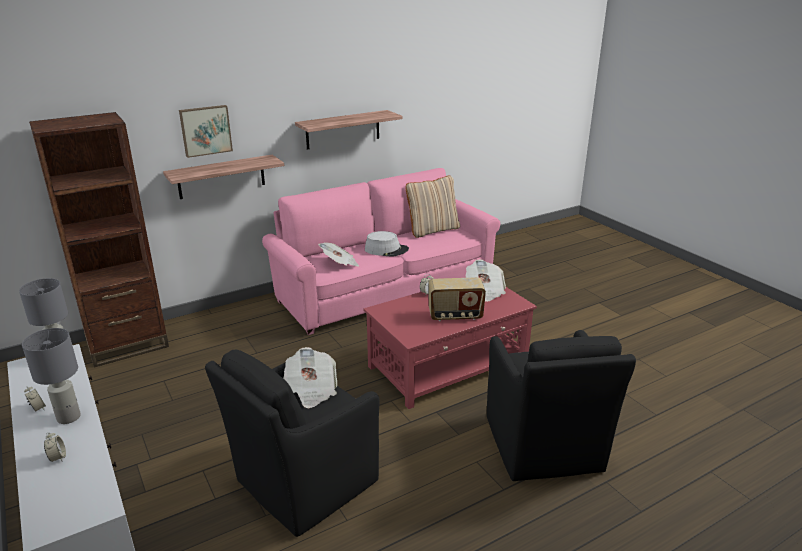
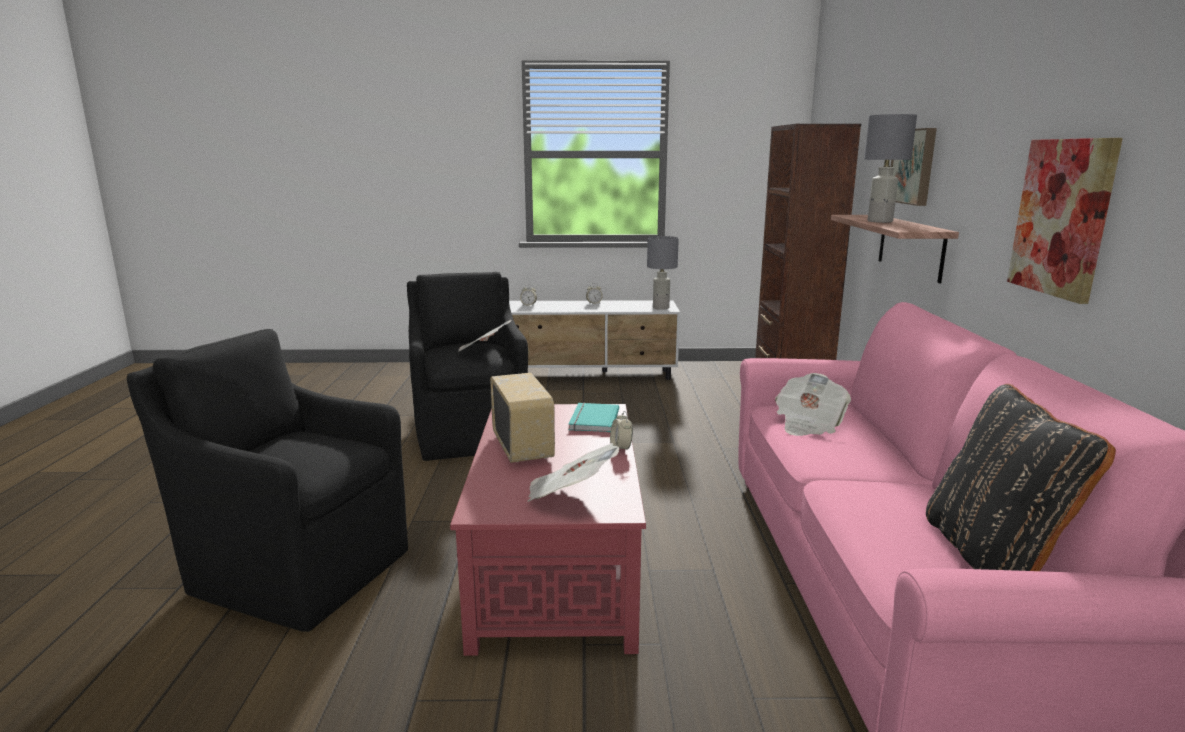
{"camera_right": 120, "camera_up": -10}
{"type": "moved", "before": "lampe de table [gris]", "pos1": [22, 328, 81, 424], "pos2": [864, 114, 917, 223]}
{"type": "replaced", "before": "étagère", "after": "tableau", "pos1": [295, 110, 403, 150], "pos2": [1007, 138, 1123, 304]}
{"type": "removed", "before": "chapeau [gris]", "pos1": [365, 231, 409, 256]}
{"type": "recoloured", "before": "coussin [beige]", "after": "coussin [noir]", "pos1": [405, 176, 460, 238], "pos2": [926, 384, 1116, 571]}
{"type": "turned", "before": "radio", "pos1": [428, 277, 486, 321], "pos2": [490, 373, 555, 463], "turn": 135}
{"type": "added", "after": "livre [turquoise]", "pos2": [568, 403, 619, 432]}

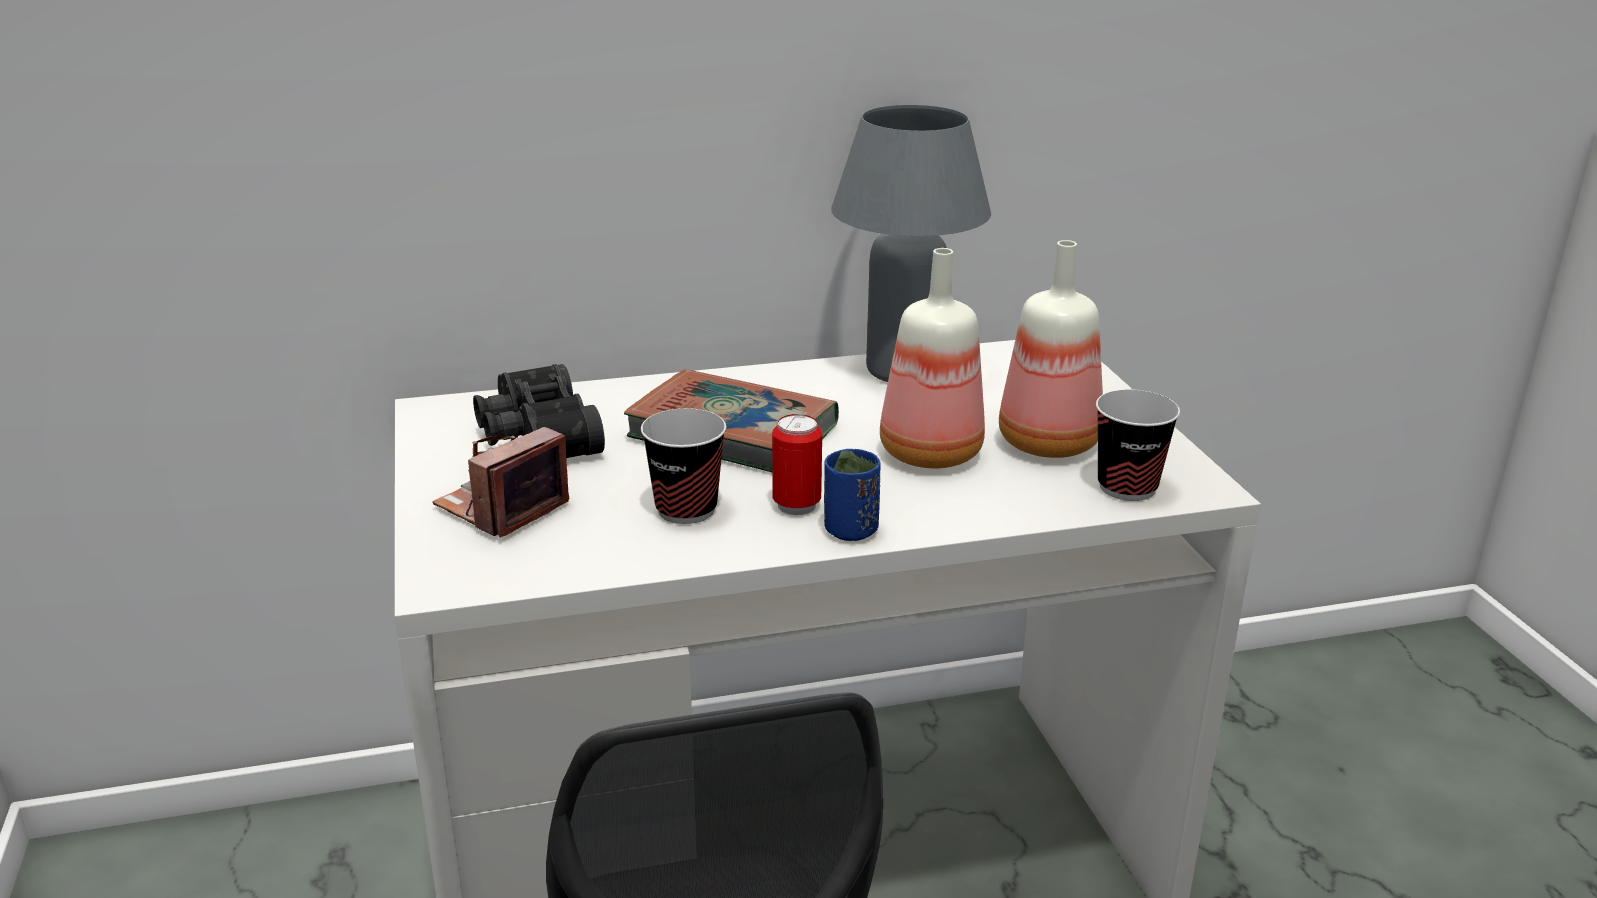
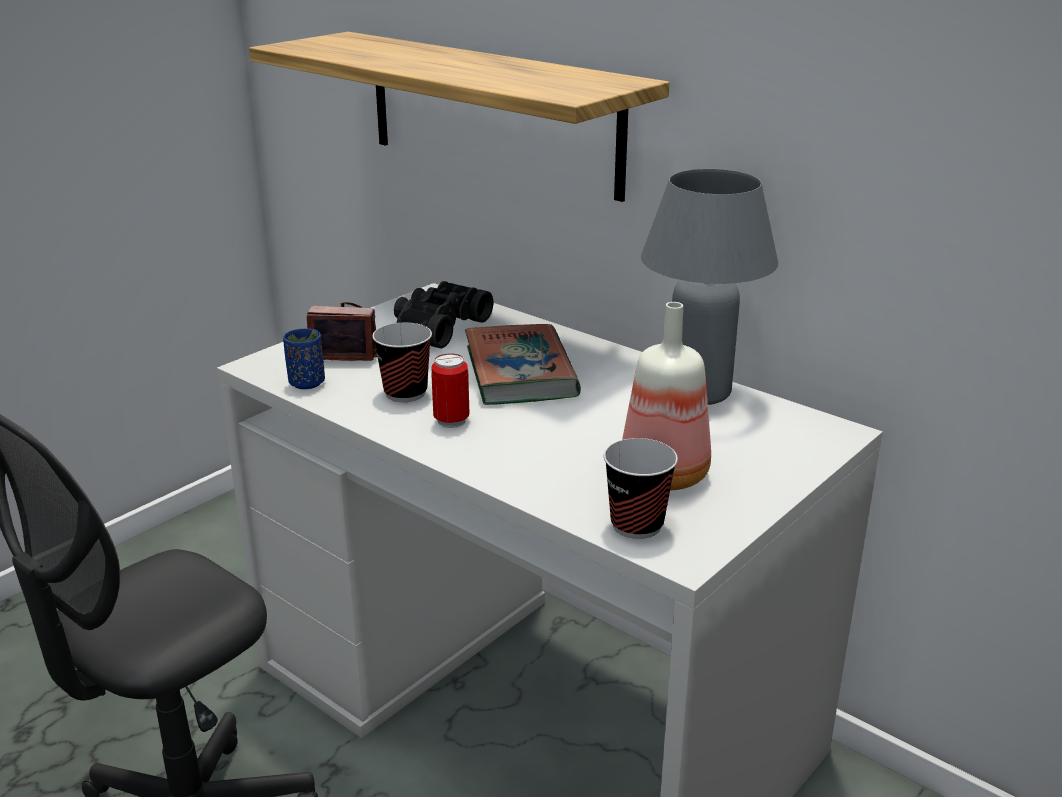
{"camera_right": 55, "camera_up": 0}
{"type": "moved", "before": "tasse [bleu]", "pos1": [824, 449, 881, 541], "pos2": [283, 328, 325, 389]}
{"type": "removed", "before": "bouteille", "pos1": [880, 248, 985, 468]}
{"type": "added", "after": "étagère", "pos2": [249, 32, 670, 202]}

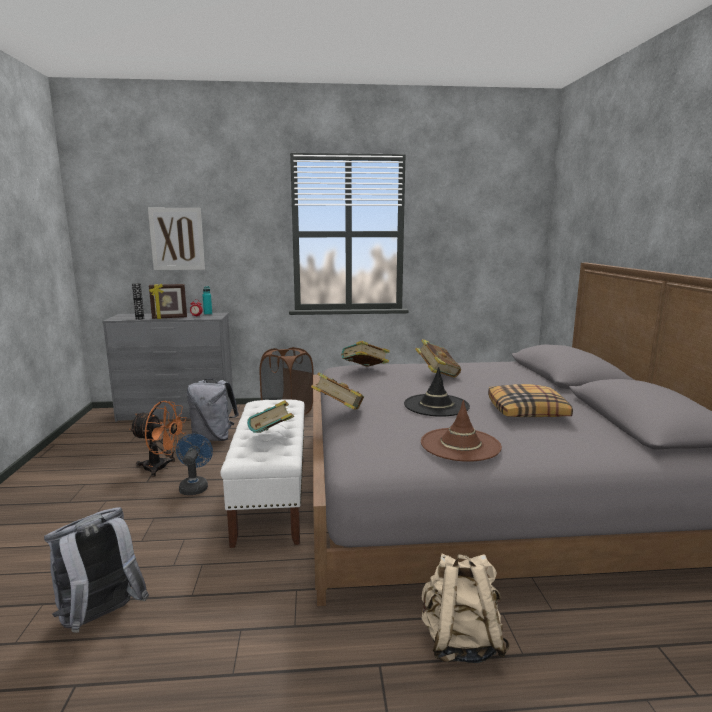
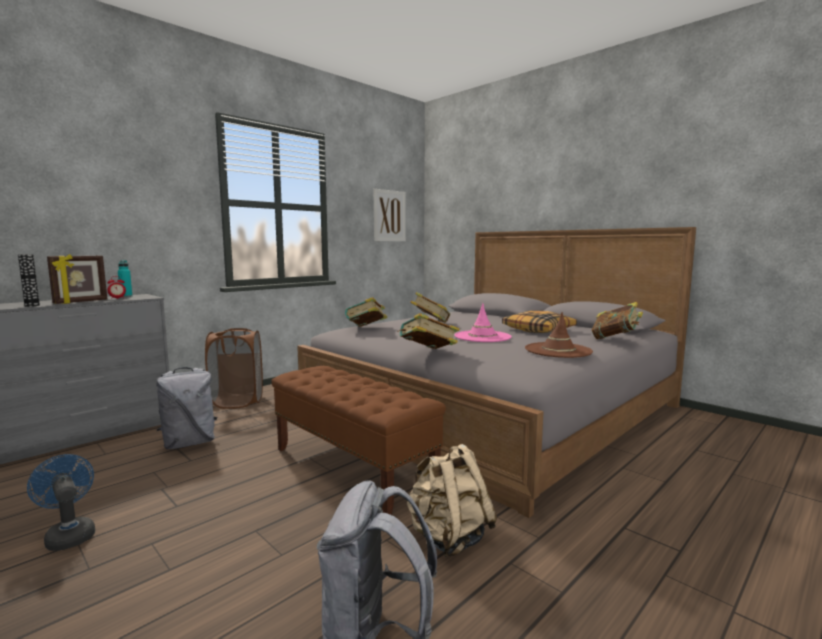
{"camera_right": -40, "camera_up": -5}
{"type": "removed", "before": "ventilateur [orange]", "pos1": [129, 401, 187, 477]}
{"type": "moved", "before": "tableau", "pos1": [148, 208, 205, 270], "pos2": [374, 189, 406, 241]}
{"type": "moved", "before": "ventilateur [bleu]", "pos1": [176, 434, 213, 495], "pos2": [27, 454, 95, 551]}
{"type": "recoloured", "before": "banc [blanc]", "after": "banc [marron]", "pos1": [220, 399, 305, 548], "pos2": [271, 366, 446, 515]}
{"type": "moved", "before": "livre", "pos1": [247, 400, 294, 433], "pos2": [592, 302, 643, 339]}
{"type": "recoloured", "before": "chapeau [noir]", "after": "chapeau [rose]", "pos1": [404, 367, 470, 417], "pos2": [455, 303, 512, 342]}
{"type": "moved", "before": "sac à dos [beige]", "pos1": [422, 554, 510, 663], "pos2": [406, 444, 497, 557]}

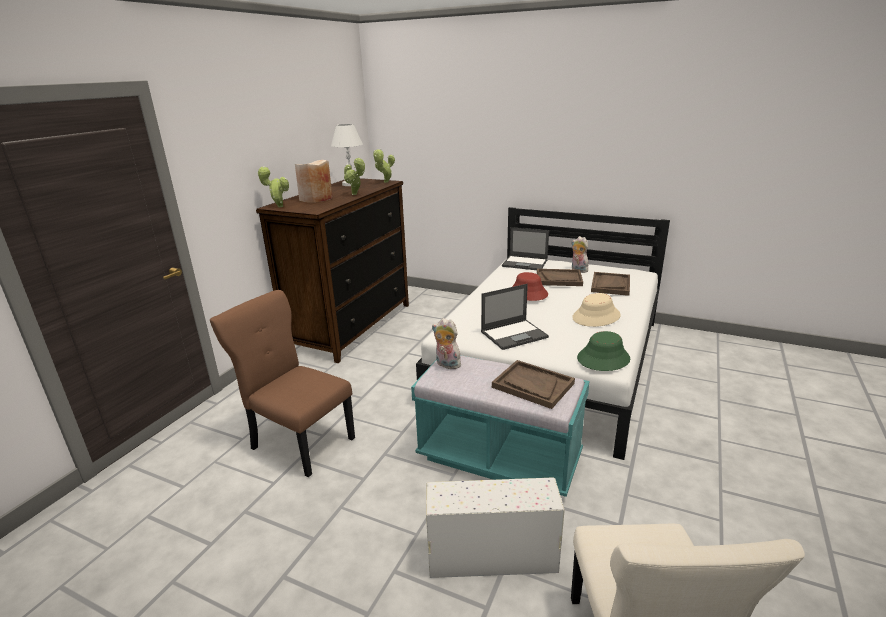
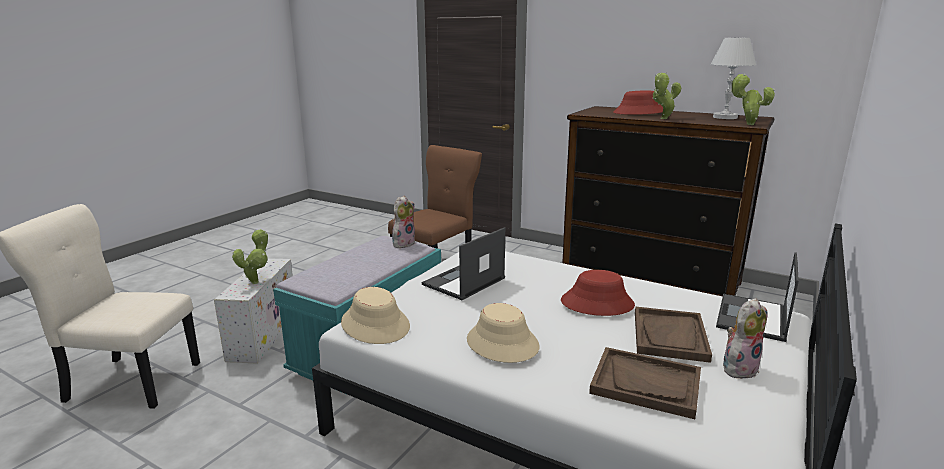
{"camera_right": 95, "camera_up": -5}
{"type": "moved", "before": "plante en pot", "pos1": [257, 166, 289, 207], "pos2": [232, 229, 268, 284]}
{"type": "replaced", "before": "vase [beige]", "after": "chapeau [rouge]", "pos1": [295, 160, 332, 202], "pos2": [613, 90, 663, 115]}
{"type": "turned", "before": "ordinateur portable", "pos1": [481, 284, 549, 350], "pos2": [422, 227, 505, 300], "turn": 60}
{"type": "removed", "before": "plateau [marron]", "pos1": [492, 360, 575, 409]}
{"type": "recoloured", "before": "chapeau [vert]", "after": "chapeau [beige]", "pos1": [577, 331, 630, 371], "pos2": [341, 287, 410, 344]}

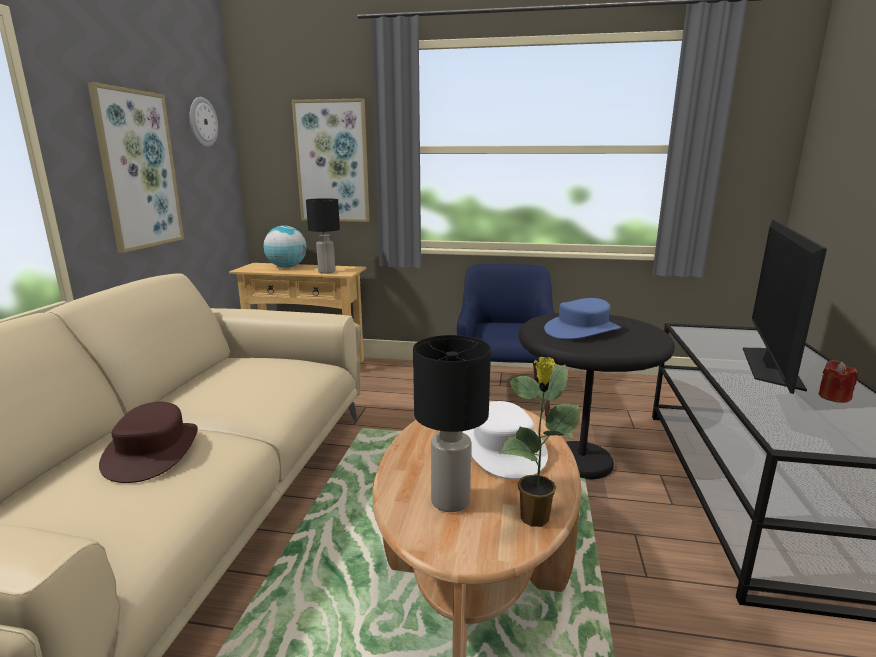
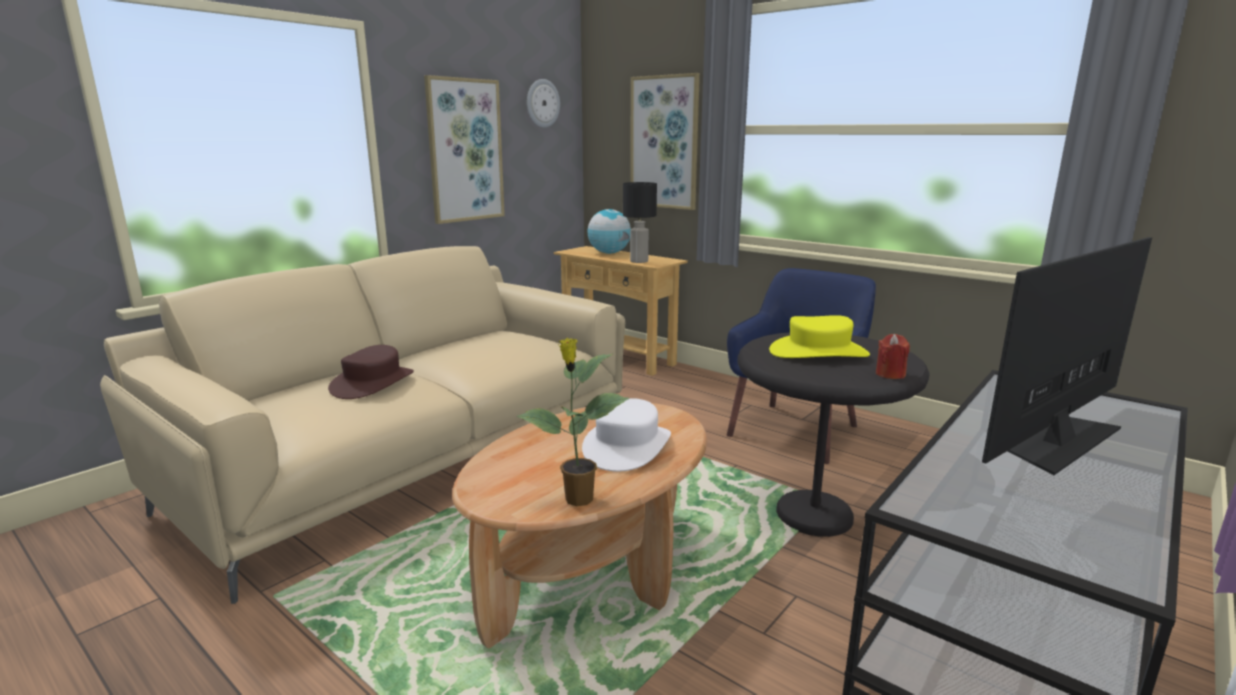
{"camera_right": 30, "camera_up": 0}
{"type": "removed", "before": "lampe de table [noir]", "pos1": [413, 335, 491, 512]}
{"type": "recoloured", "before": "chapeau [bleu]", "after": "chapeau [jaune]", "pos1": [544, 298, 621, 339], "pos2": [769, 315, 870, 358]}
{"type": "moved", "before": "bougie [rouge]", "pos1": [819, 360, 858, 403], "pos2": [876, 334, 910, 379]}

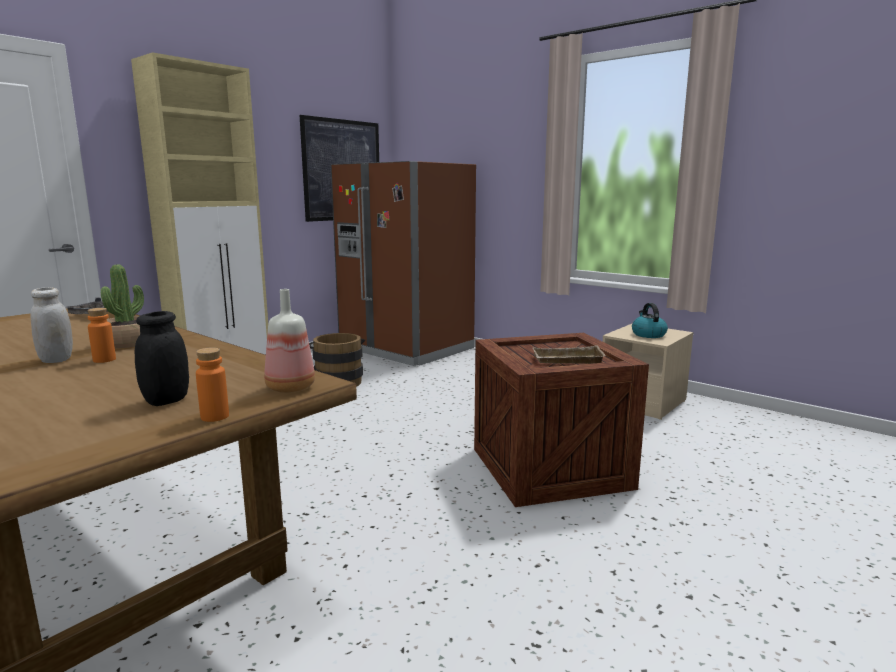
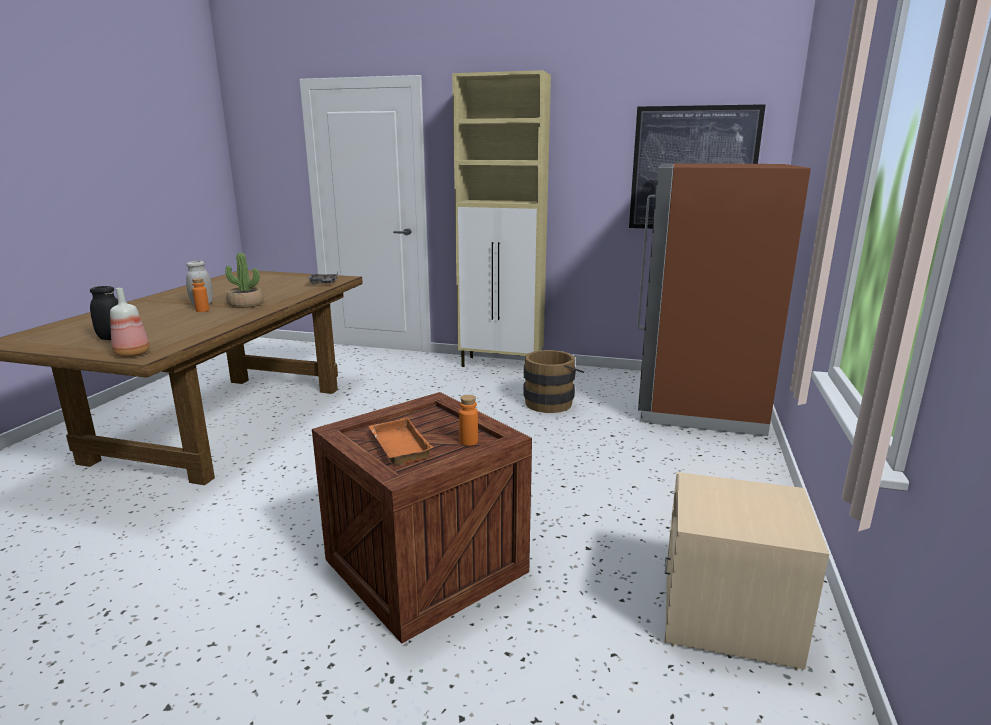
{"camera_right": 65, "camera_up": 5}
{"type": "moved", "before": "bouteille [orange]", "pos1": [196, 347, 229, 422], "pos2": [459, 395, 478, 446]}
{"type": "recoloured", "before": "plateau [beige]", "after": "plateau [orange]", "pos1": [532, 345, 606, 364], "pos2": [368, 418, 434, 465]}
{"type": "removed", "before": "bouilloire", "pos1": [632, 303, 668, 338]}

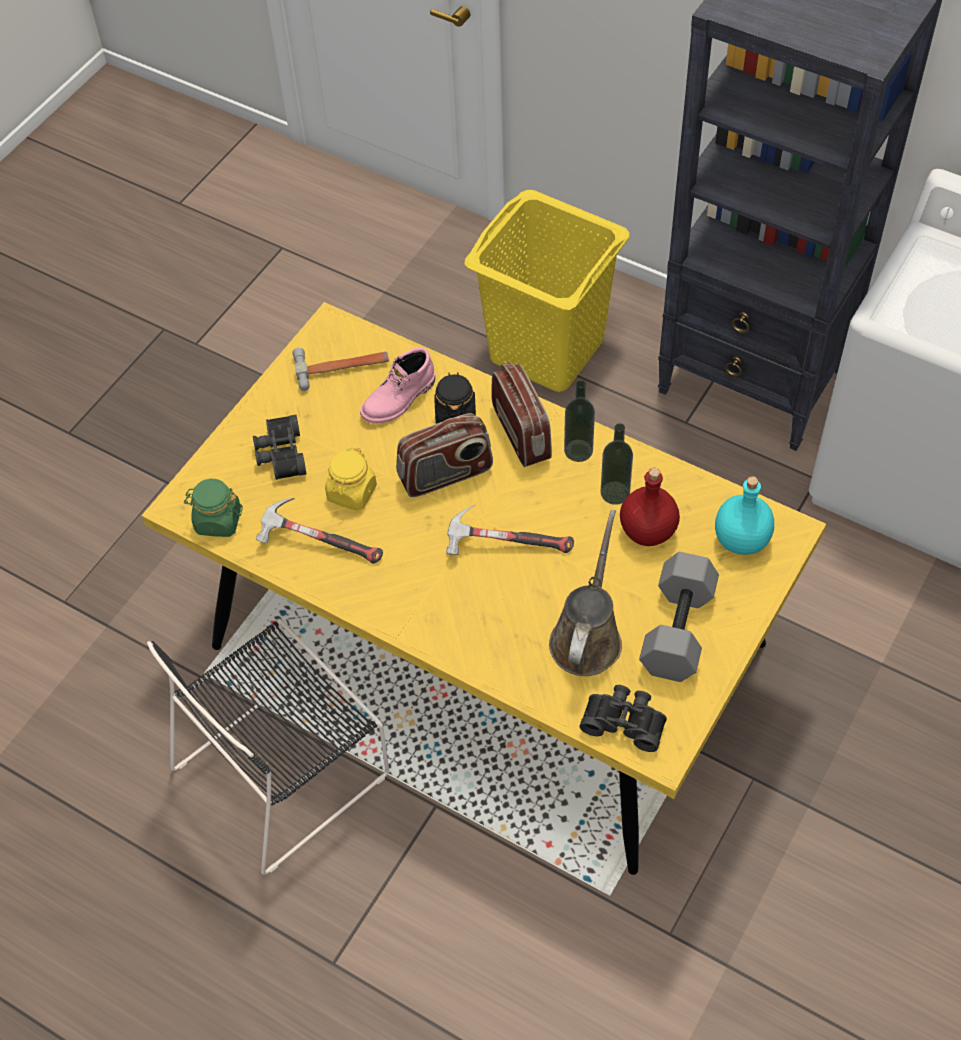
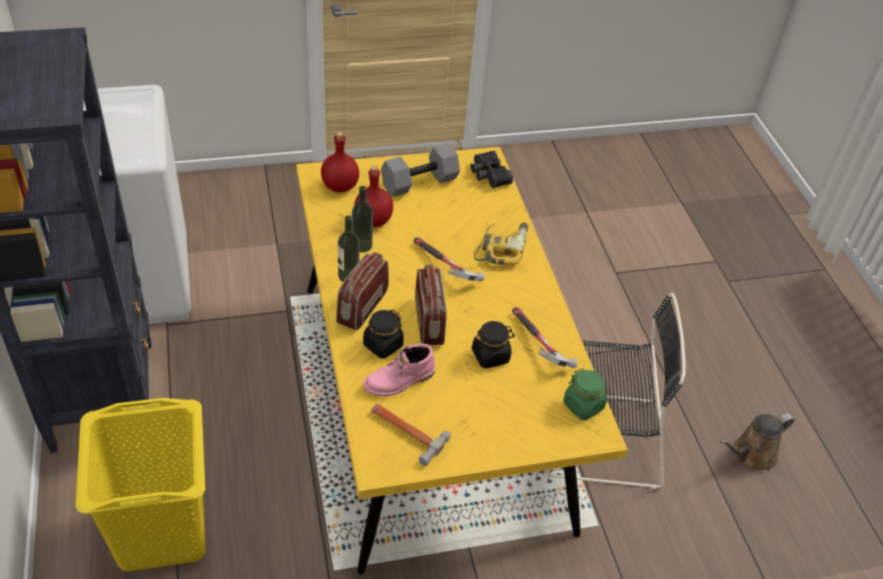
{"camera_right": -140, "camera_up": -10}
{"type": "removed", "before": "jumelles [noir]", "pos1": [253, 415, 306, 480]}
{"type": "recoloured", "before": "bocal [jaune]", "after": "bocal [noir]", "pos1": [325, 447, 377, 511], "pos2": [471, 321, 515, 368]}
{"type": "turned", "before": "botte [rose]", "pos1": [360, 347, 435, 423], "pos2": [363, 344, 435, 396], "turn": 150}
{"type": "turned", "before": "radio", "pos1": [396, 413, 493, 497], "pos2": [415, 265, 447, 345], "turn": 60}
{"type": "moved", "before": "arrosoir [marron]", "pos1": [549, 510, 622, 676], "pos2": [720, 413, 795, 471]}
{"type": "recoloured", "before": "bouteille [turquoise]", "after": "bouteille [rouge]", "pos1": [715, 476, 774, 555], "pos2": [321, 132, 359, 193]}
{"type": "added", "after": "perceuse", "pos2": [474, 222, 528, 265]}

